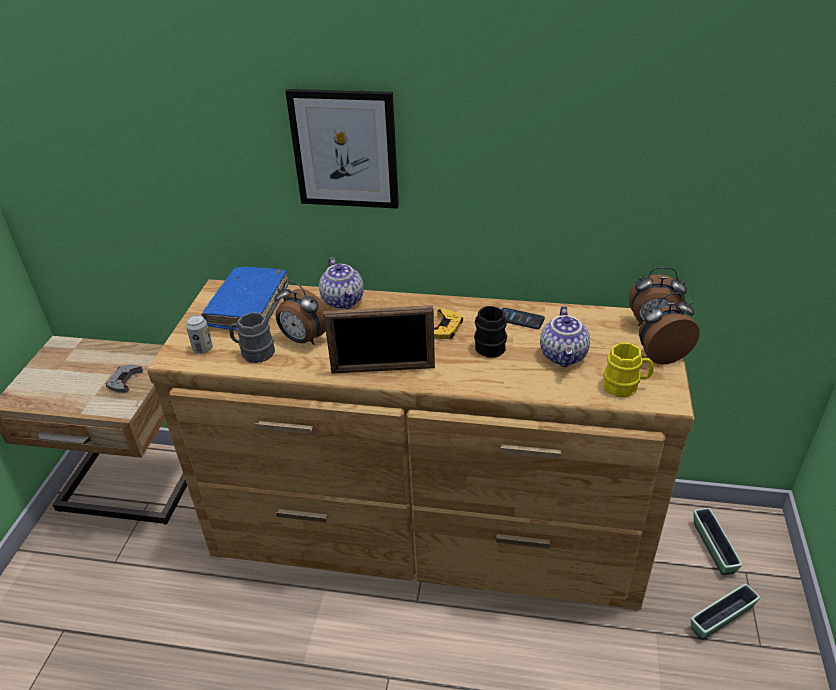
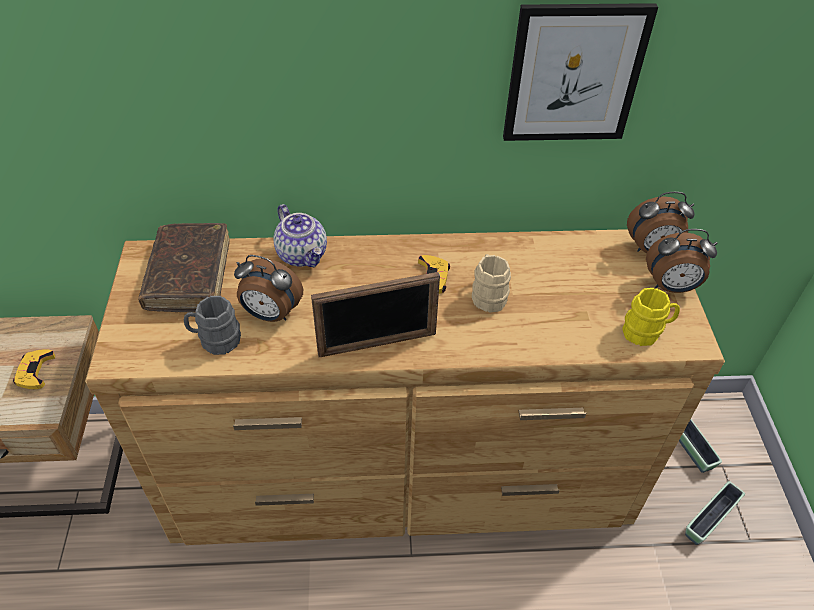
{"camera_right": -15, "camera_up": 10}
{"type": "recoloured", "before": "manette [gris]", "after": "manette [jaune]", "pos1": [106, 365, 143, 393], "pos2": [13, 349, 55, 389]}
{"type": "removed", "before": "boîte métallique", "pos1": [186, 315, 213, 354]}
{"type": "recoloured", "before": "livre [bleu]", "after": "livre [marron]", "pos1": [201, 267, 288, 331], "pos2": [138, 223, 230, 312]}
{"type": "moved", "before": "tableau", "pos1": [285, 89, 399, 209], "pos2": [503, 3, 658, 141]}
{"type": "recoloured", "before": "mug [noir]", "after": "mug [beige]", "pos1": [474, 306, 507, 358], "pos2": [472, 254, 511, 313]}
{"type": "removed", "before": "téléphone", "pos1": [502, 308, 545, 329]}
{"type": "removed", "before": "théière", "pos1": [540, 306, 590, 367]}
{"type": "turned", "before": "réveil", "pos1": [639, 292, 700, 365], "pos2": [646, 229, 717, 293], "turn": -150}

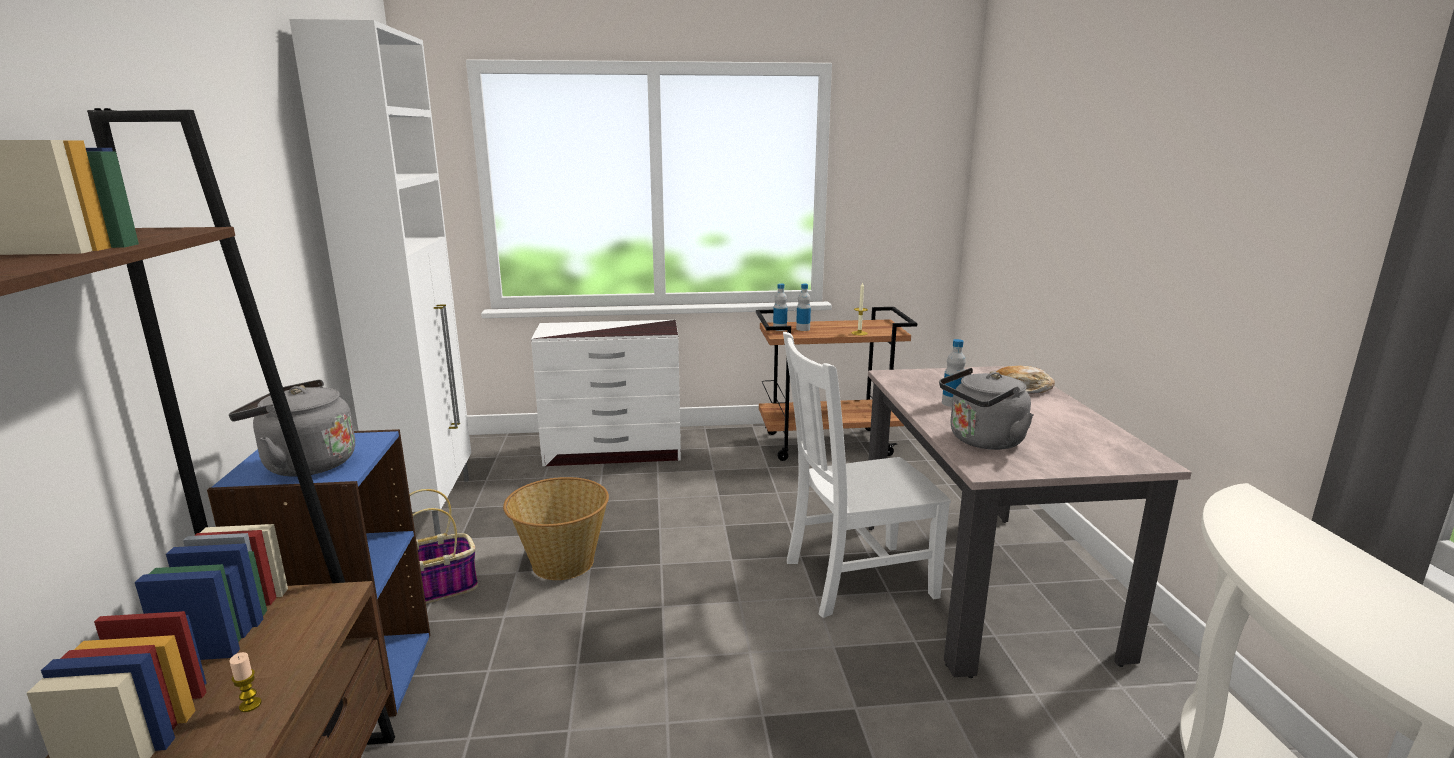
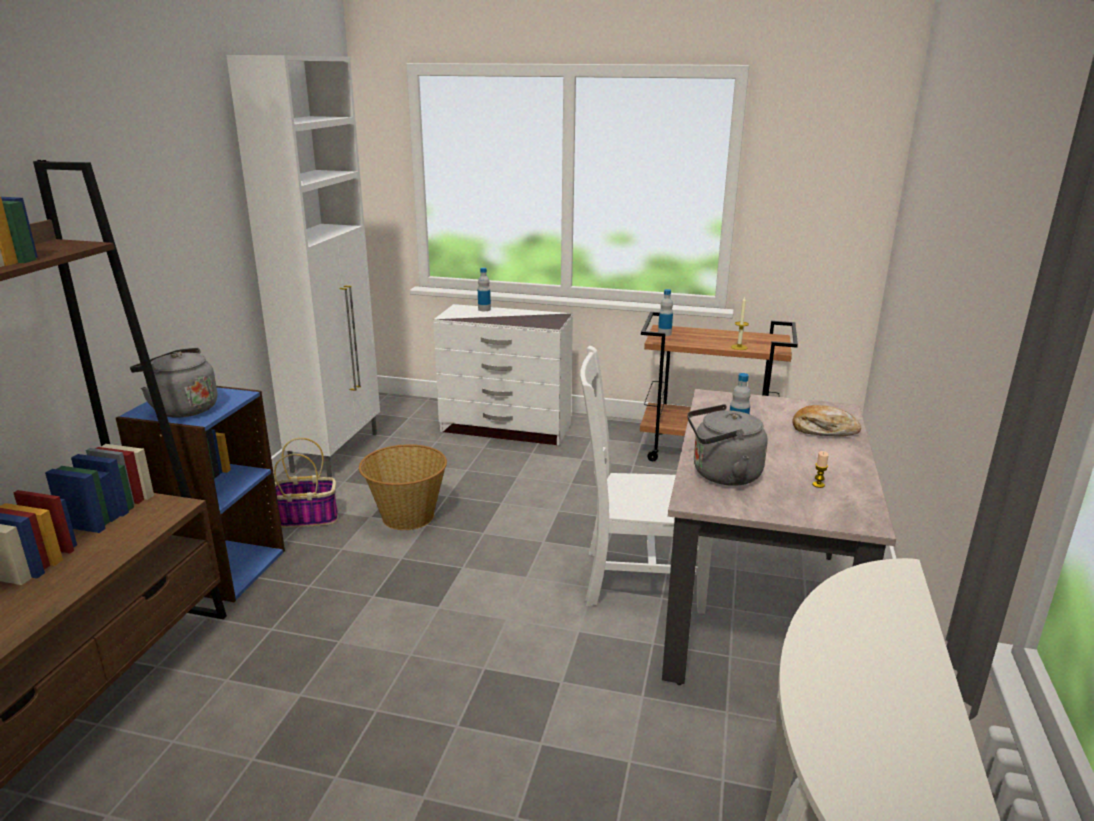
{"camera_right": 20, "camera_up": 5}
{"type": "moved", "before": "bougie", "pos1": [229, 652, 262, 712], "pos2": [812, 451, 829, 488]}
{"type": "moved", "before": "bouteille", "pos1": [796, 284, 811, 331], "pos2": [478, 268, 491, 311]}

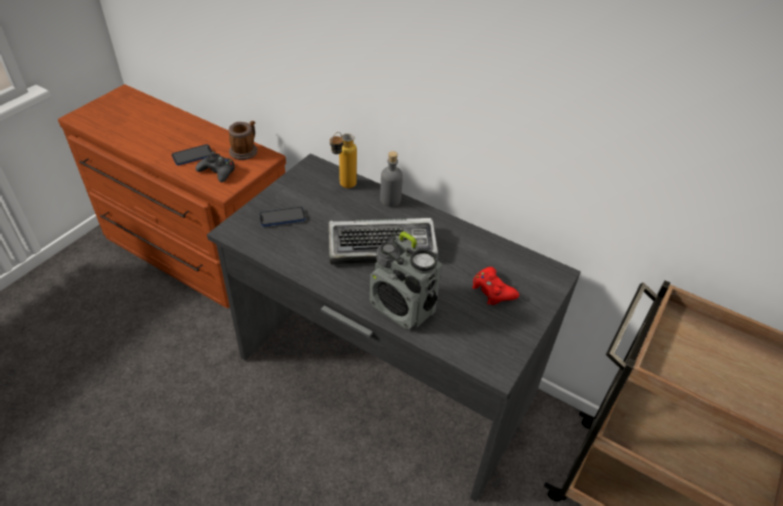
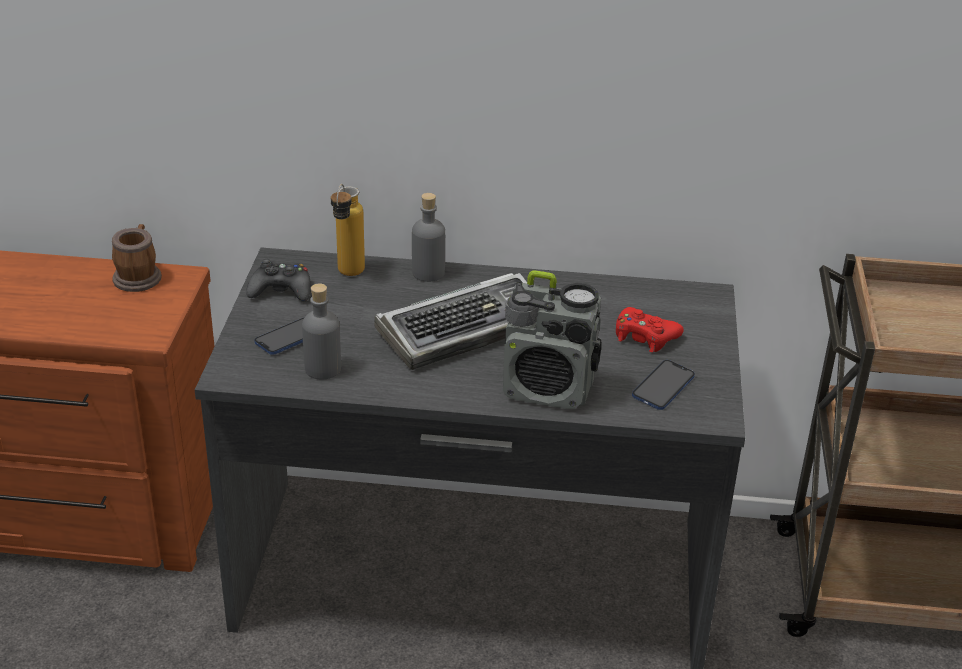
{"camera_right": -25, "camera_up": -10}
{"type": "moved", "before": "téléphone", "pos1": [172, 144, 213, 165], "pos2": [632, 360, 695, 410]}
{"type": "moved", "before": "manette [noir]", "pos1": [195, 152, 235, 182], "pos2": [246, 259, 311, 301]}
{"type": "added", "after": "bouteille [gris]", "pos2": [302, 283, 341, 380]}

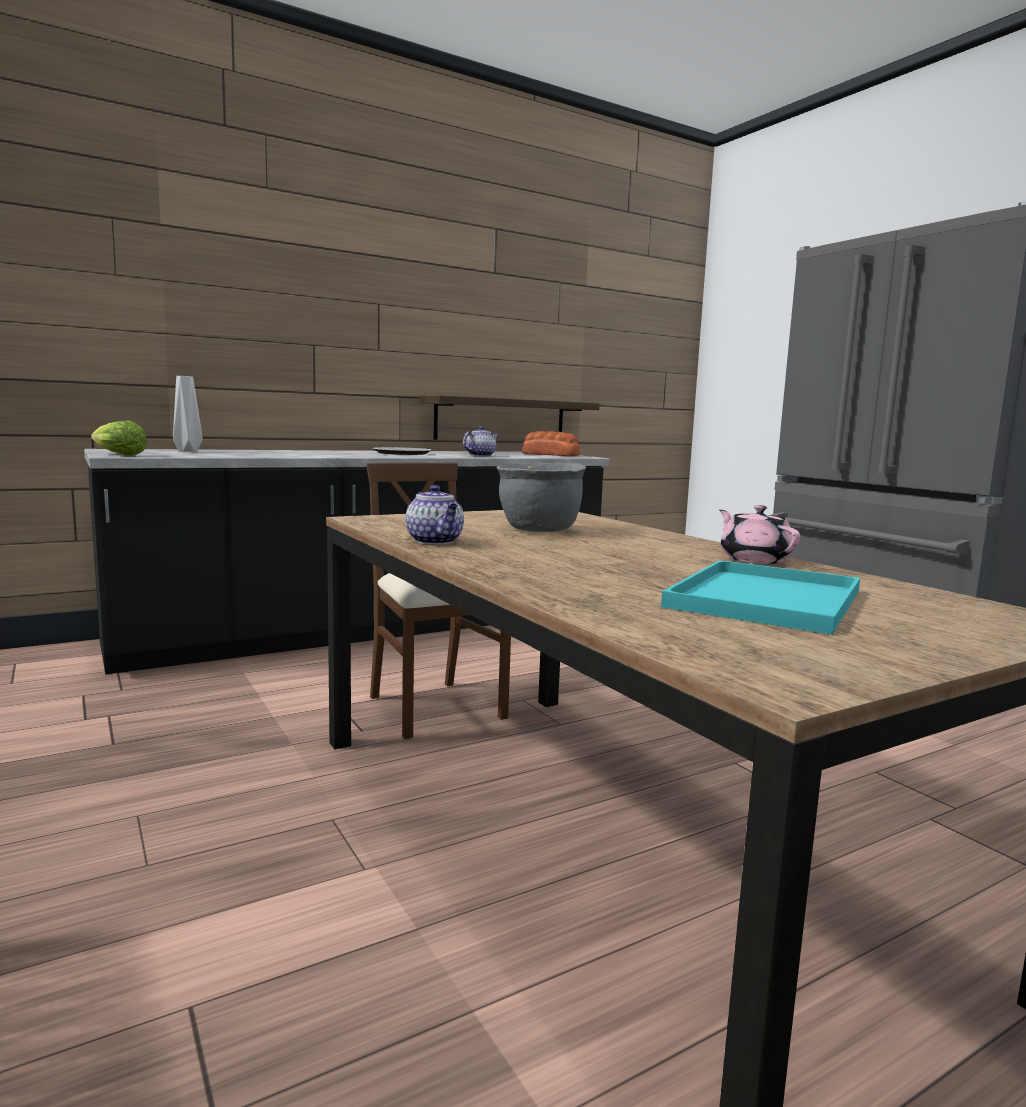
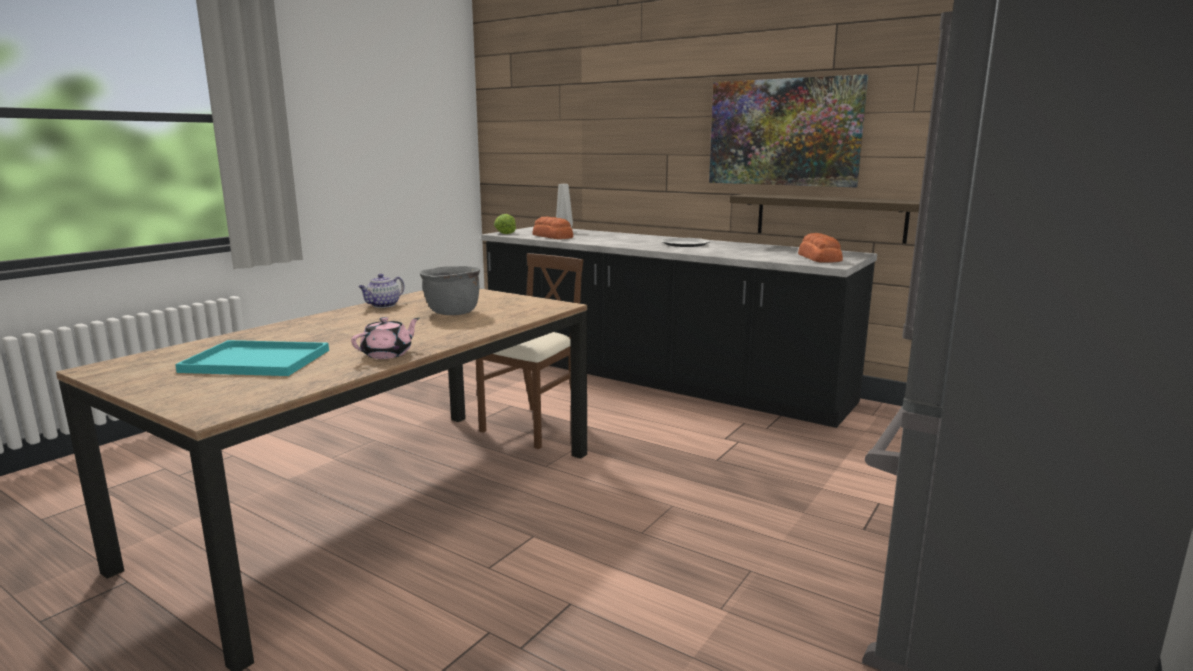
{"camera_right": 65, "camera_up": 5}
{"type": "removed", "before": "théière", "pos1": [463, 426, 499, 456]}
{"type": "added", "after": "pain", "pos2": [532, 217, 573, 239]}
{"type": "added", "after": "tableau", "pos2": [709, 74, 868, 188]}

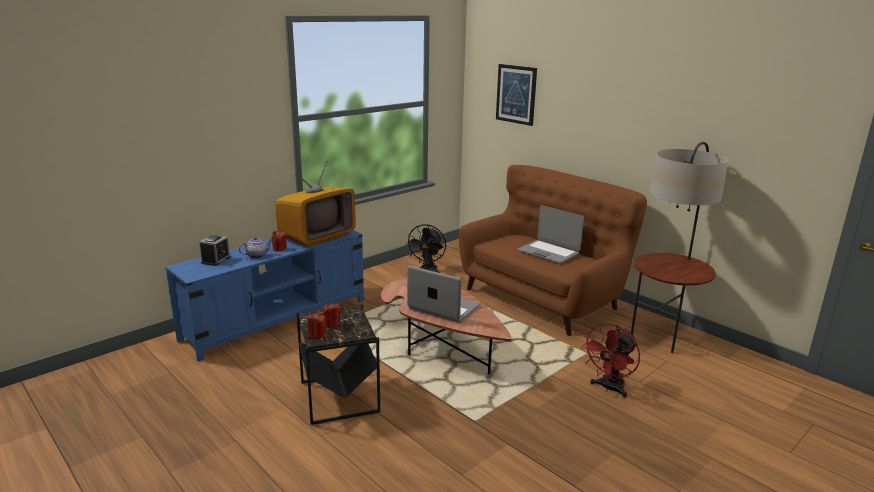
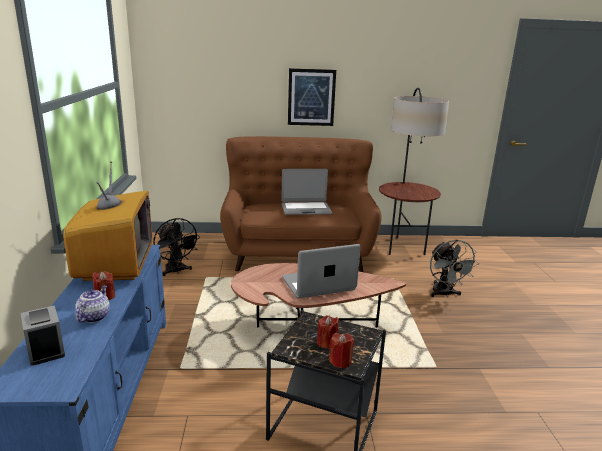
{"camera_right": -50, "camera_up": 0}
{"type": "moved", "before": "tableau", "pos1": [496, 64, 537, 126], "pos2": [288, 68, 336, 126]}
{"type": "recoloured", "before": "ventilateur [rouge]", "after": "ventilateur [gris]", "pos1": [581, 323, 640, 398], "pos2": [430, 239, 479, 297]}

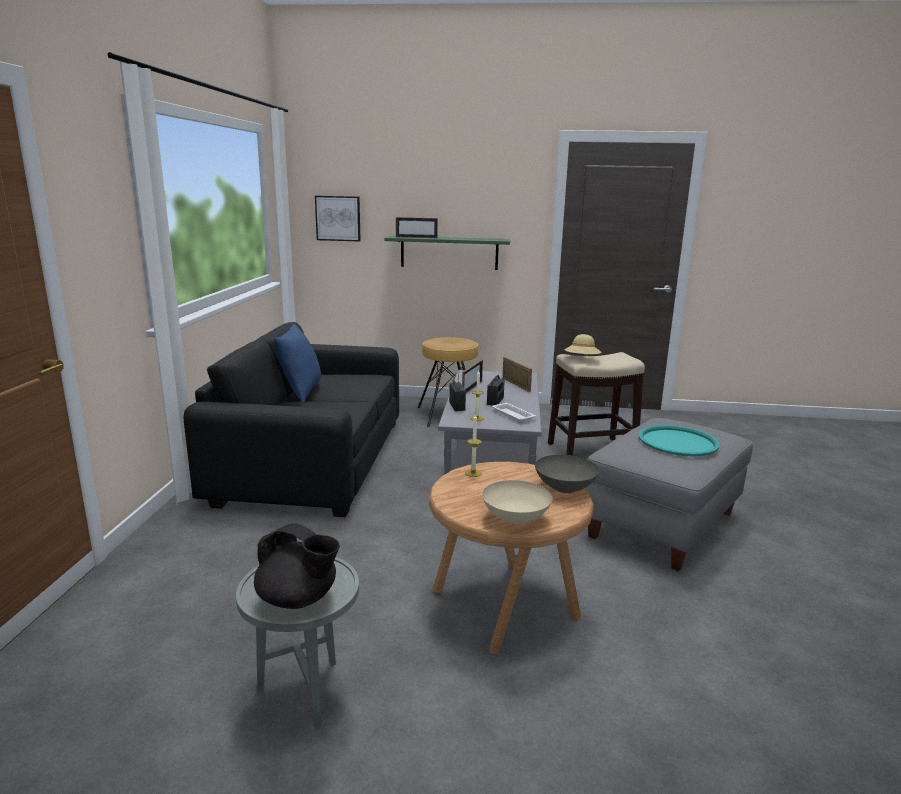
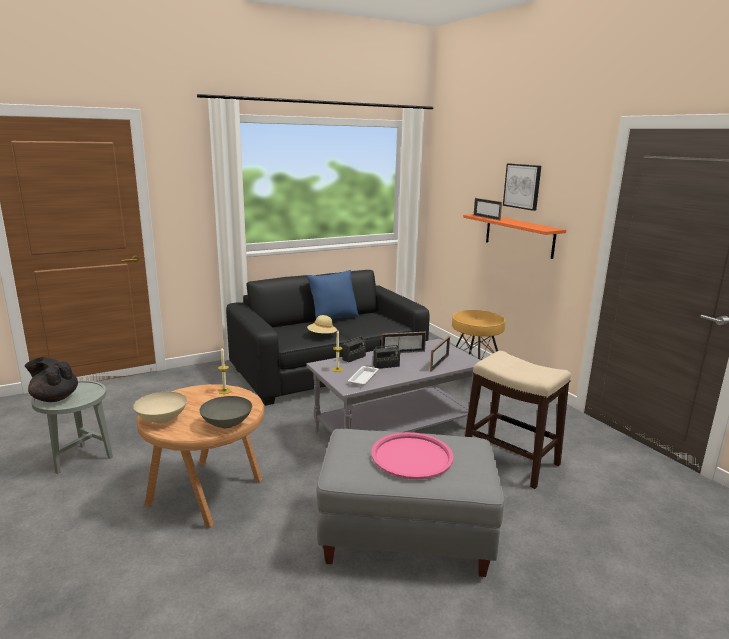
{"camera_right": 55, "camera_up": 0}
{"type": "turned", "before": "théière [noir]", "pos1": [254, 523, 340, 609], "pos2": [25, 357, 78, 402], "turn": 120}
{"type": "moved", "before": "tableau", "pos1": [315, 196, 361, 242], "pos2": [503, 163, 541, 211]}
{"type": "recoloured", "before": "étagère [vert]", "after": "étagère [orange]", "pos1": [385, 236, 510, 270], "pos2": [463, 214, 566, 259]}
{"type": "moved", "before": "chapeau [beige]", "pos1": [564, 334, 601, 356], "pos2": [307, 315, 337, 334]}
{"type": "recoloured", "before": "plateau [turquoise]", "after": "plateau [rose]", "pos1": [639, 425, 720, 456], "pos2": [371, 432, 454, 479]}

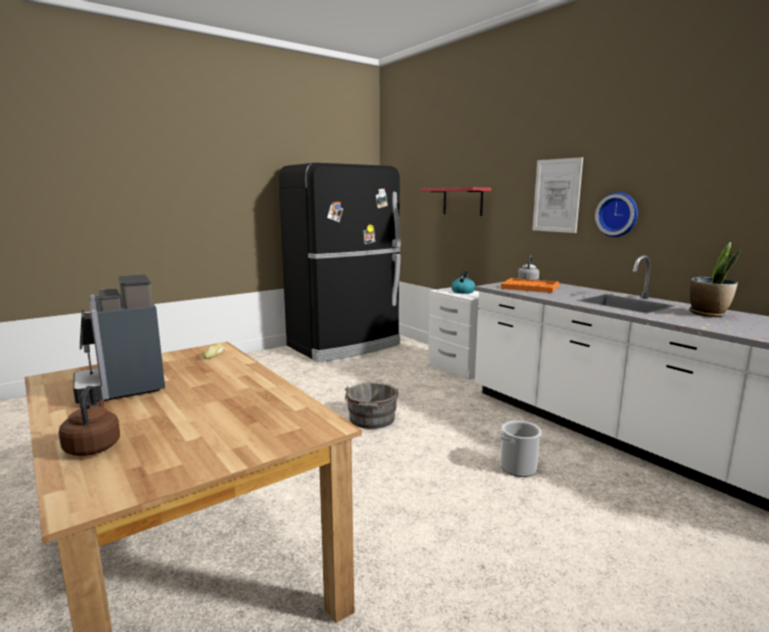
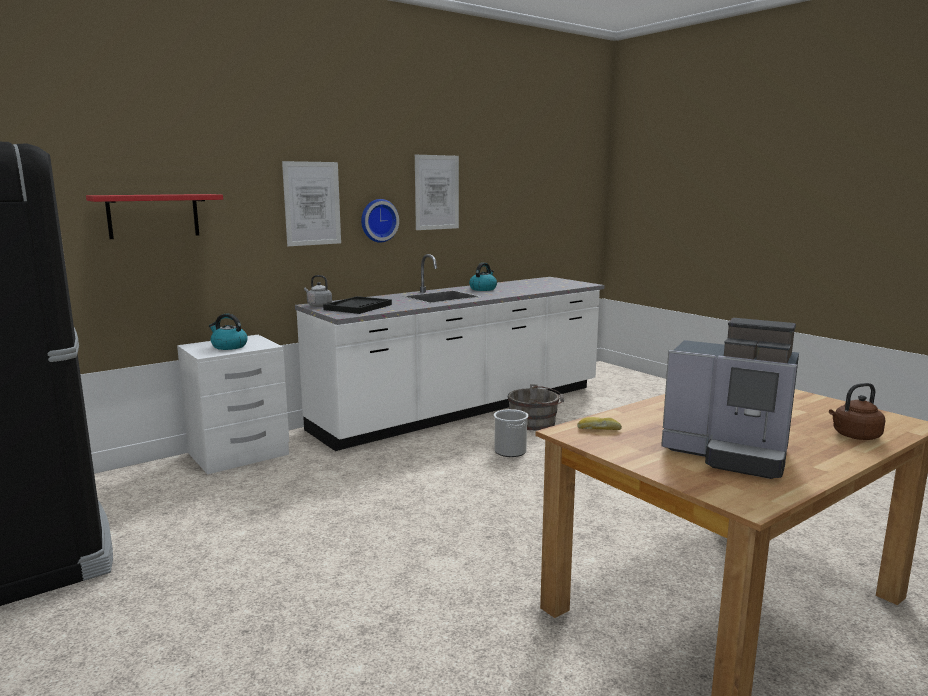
{"camera_right": -90, "camera_up": 0}
{"type": "turned", "before": "machine à café", "pos1": [73, 274, 165, 404], "pos2": [661, 318, 799, 479], "turn": 60}
{"type": "moved", "before": "seau [gris]", "pos1": [345, 383, 399, 429], "pos2": [508, 384, 564, 430]}
{"type": "recoloured", "before": "plateau [orange]", "after": "plateau [noir]", "pos1": [501, 278, 559, 293], "pos2": [323, 296, 392, 314]}
{"type": "replaced", "before": "plante en pot", "after": "bouilloire", "pos1": [690, 242, 741, 317], "pos2": [469, 263, 497, 291]}
{"type": "added", "after": "tableau", "pos2": [415, 155, 459, 230]}

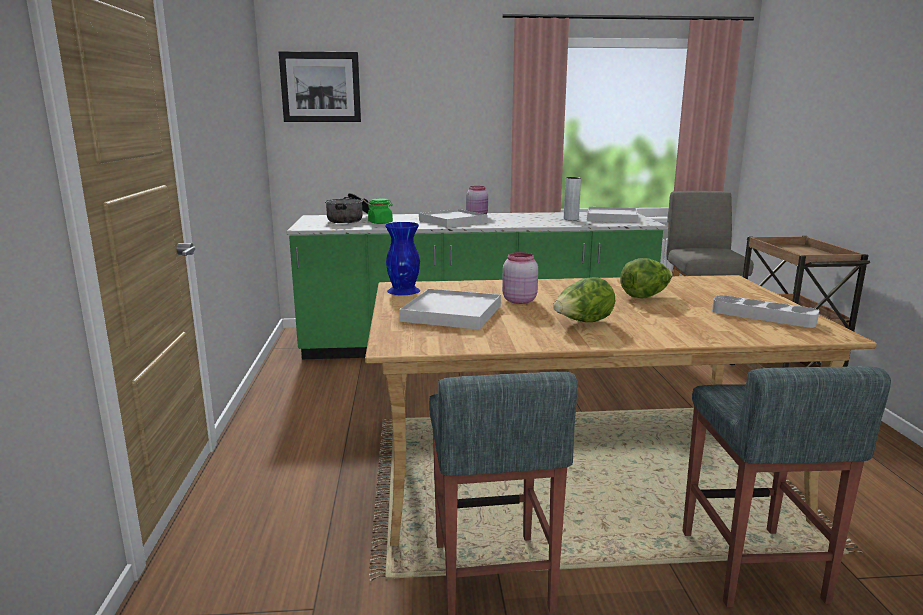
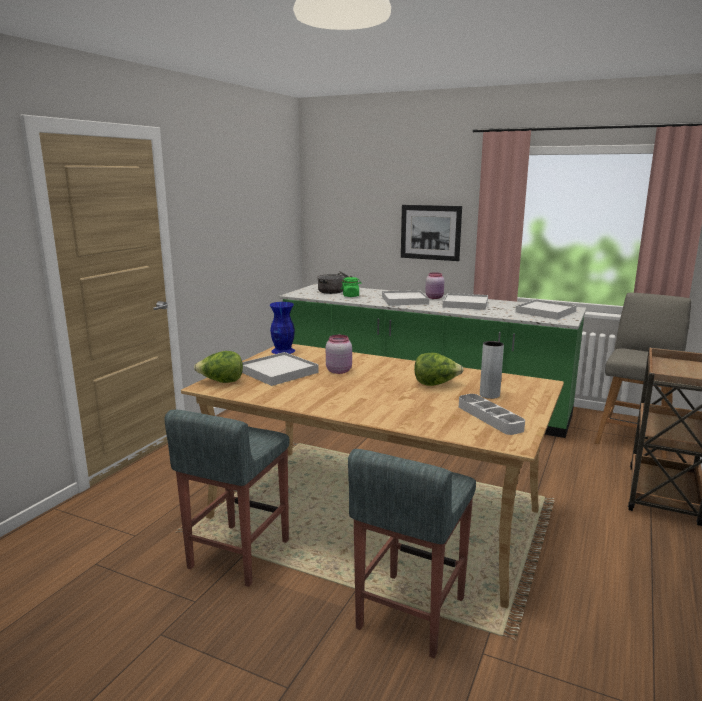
{"camera_right": 30, "camera_up": 0}
{"type": "moved", "before": "tableau", "pos1": [279, 51, 361, 122], "pos2": [401, 205, 462, 261]}
{"type": "moved", "before": "laitue", "pos1": [553, 277, 615, 322], "pos2": [194, 351, 243, 383]}
{"type": "moved", "before": "vase [gris]", "pos1": [564, 177, 581, 220], "pos2": [480, 341, 504, 399]}
{"type": "added", "after": "plateau [blanc]", "pos2": [443, 293, 488, 310]}

